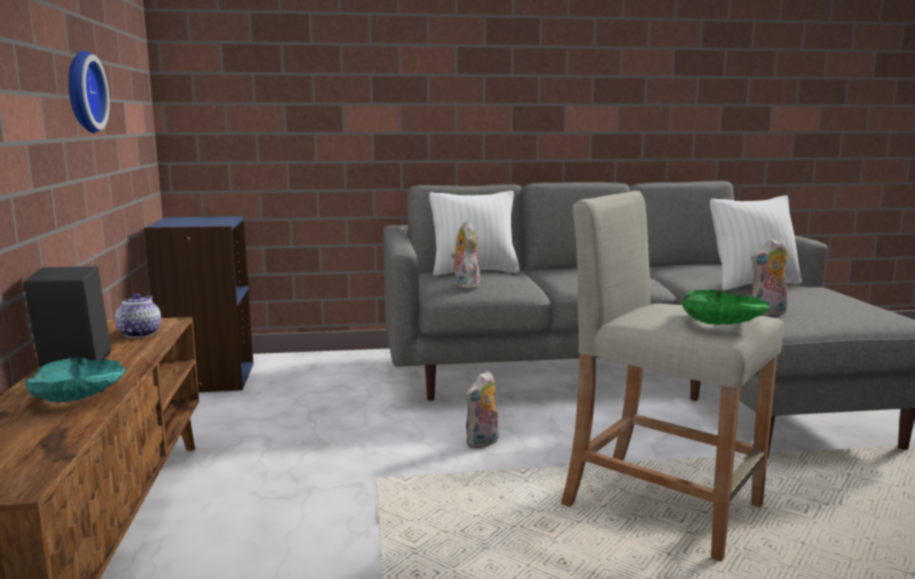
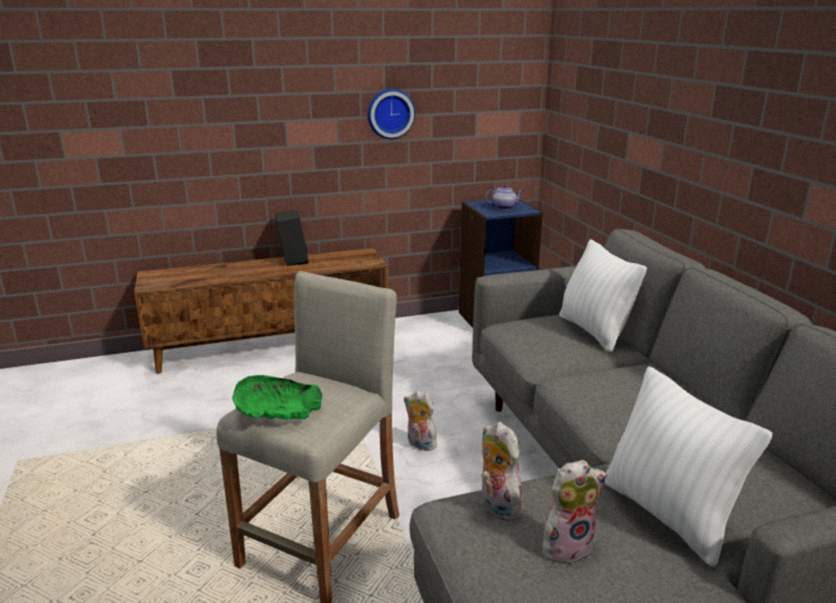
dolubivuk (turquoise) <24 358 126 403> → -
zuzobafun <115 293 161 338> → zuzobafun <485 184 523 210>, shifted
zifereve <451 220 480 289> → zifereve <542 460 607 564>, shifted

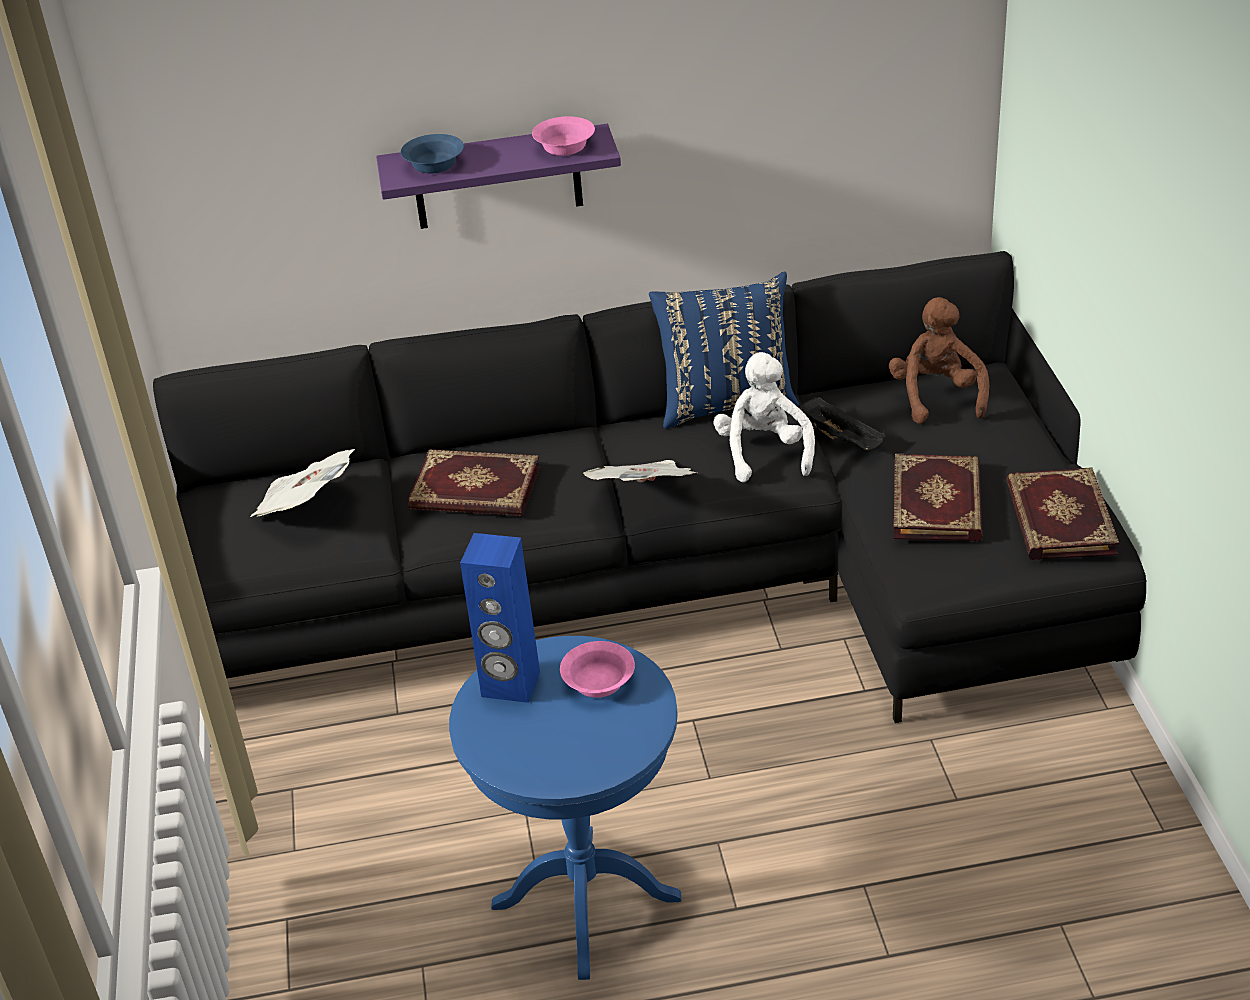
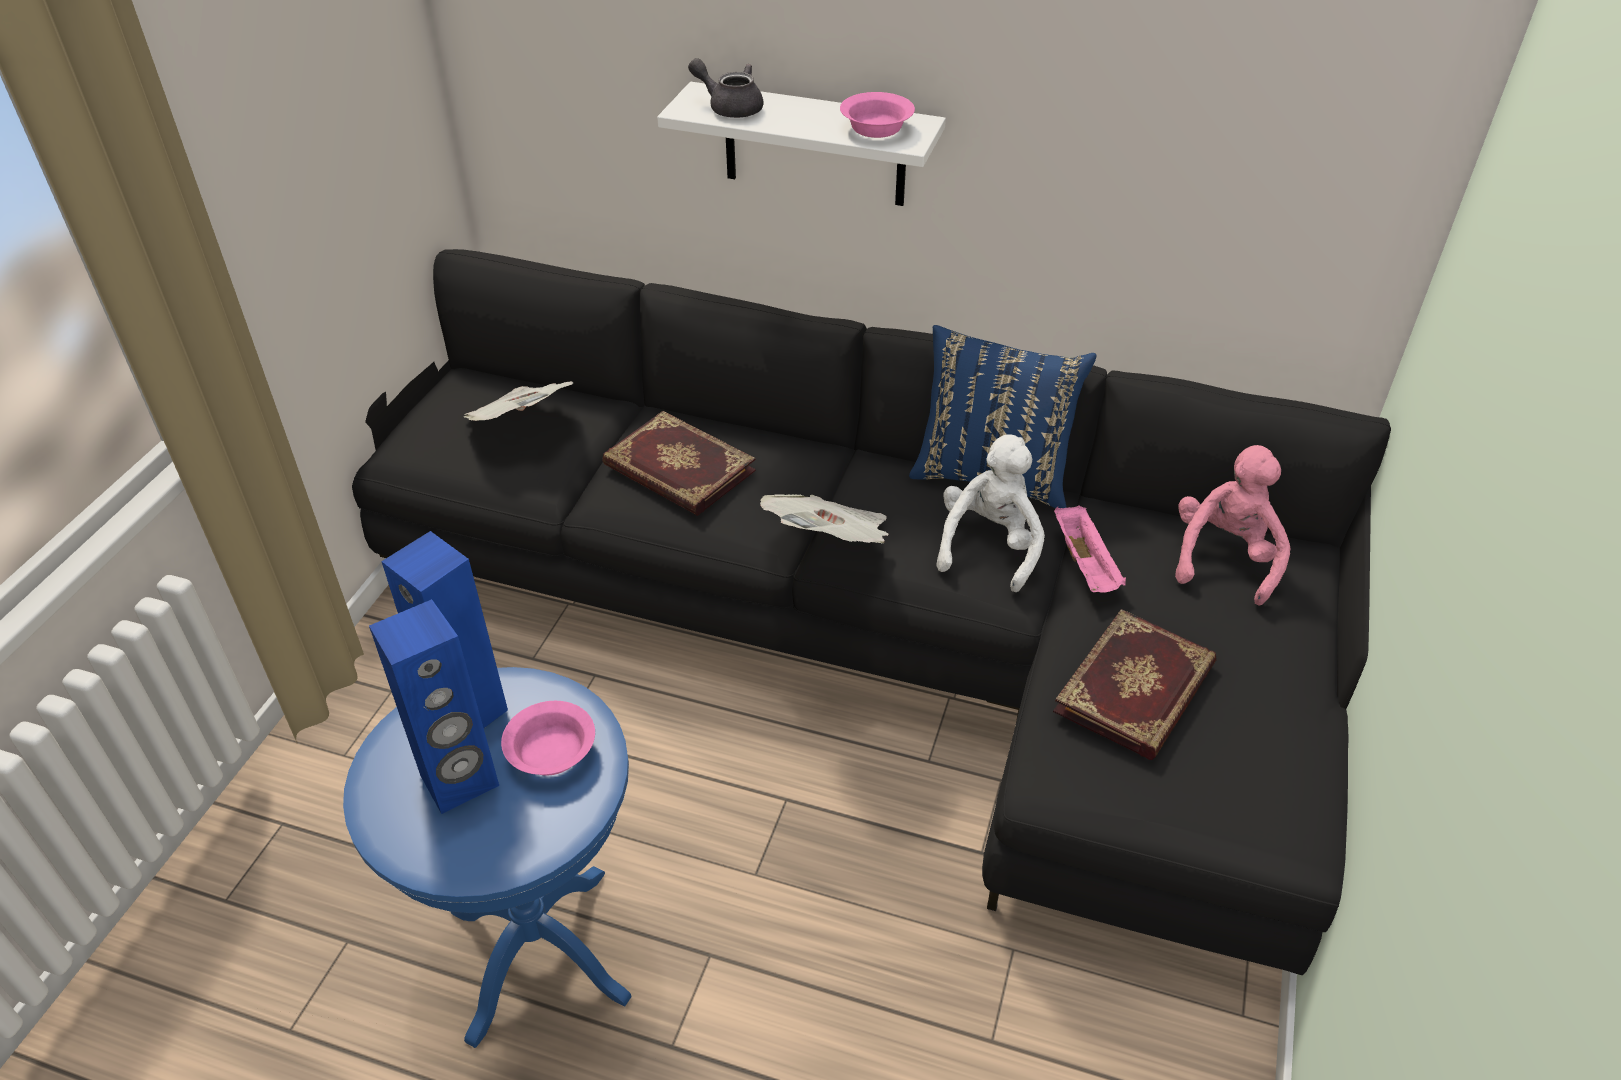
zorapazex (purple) <376 124 621 229> → zorapazex (white) <657 82 946 206>
dolubivuk (blue) <401 134 464 173> → zuzobafun (grey) <688 58 763 118>
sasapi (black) <798 396 886 451> → sasapi (pink) <1054 505 1126 593>
zifereve (brown) <889 297 989 424> → zifereve (pink) <1175 445 1291 606>
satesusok <1006 467 1119 560> → -
- → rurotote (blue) <369 599 499 814>

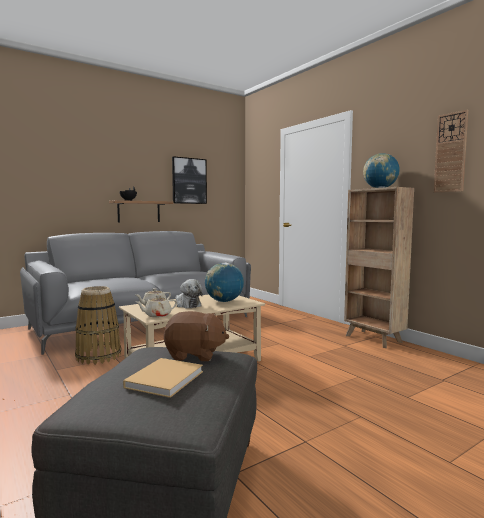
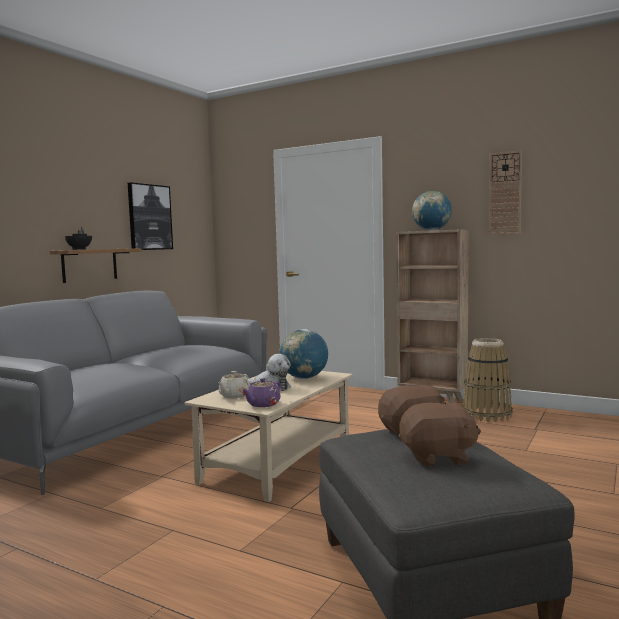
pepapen <75 286 121 365> → pepapen <463 338 513 422>, shifted
satesusok (beige) <123 358 203 398> → zifereve (brown) <399 403 481 466>
zuzobafun (beige) <136 295 177 317> → zuzobafun (purple) <242 378 281 407>

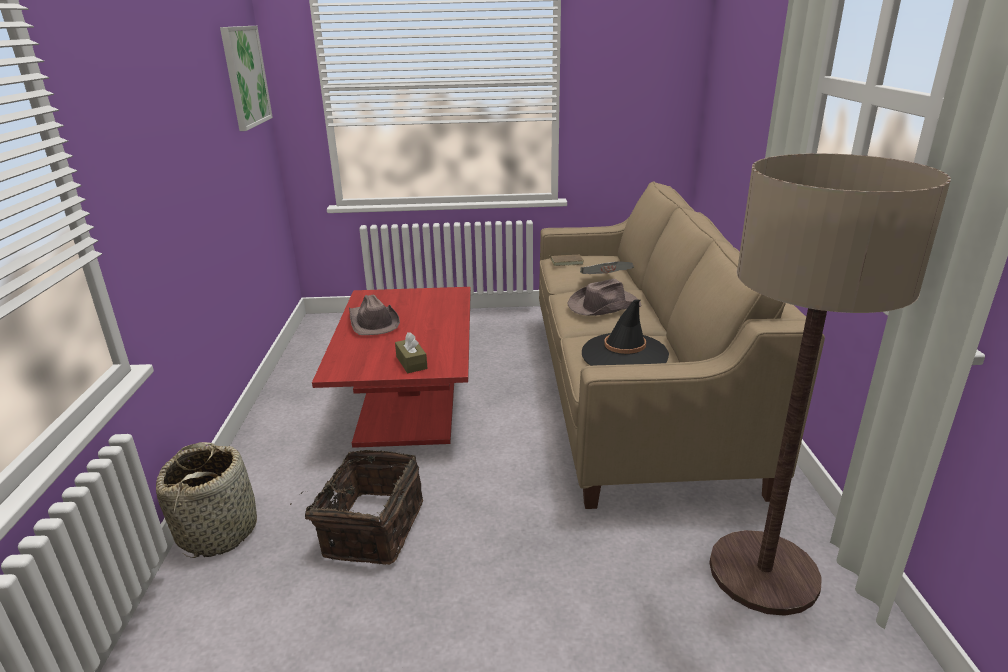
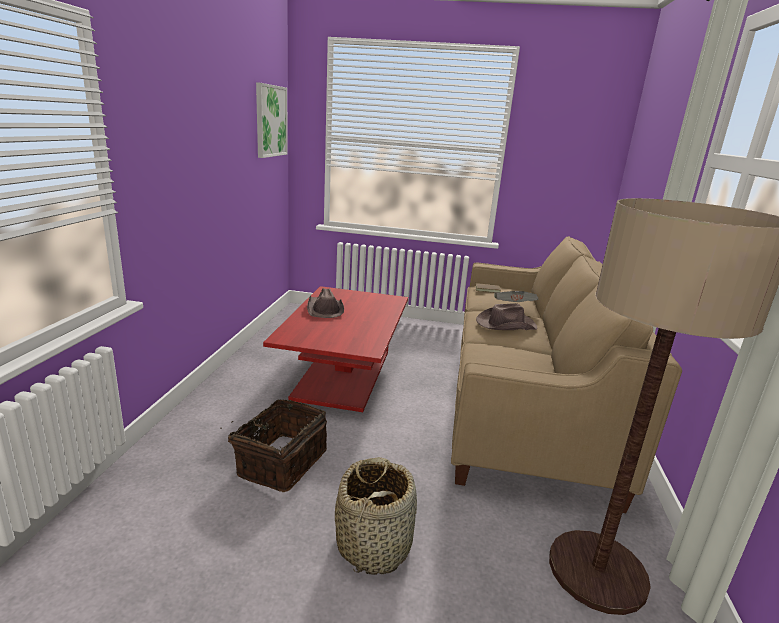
pepapen <156 442 257 558> → pepapen <335 457 417 575>, shifted
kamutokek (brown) <395 332 428 373> → -
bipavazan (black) <582 299 669 366> → -

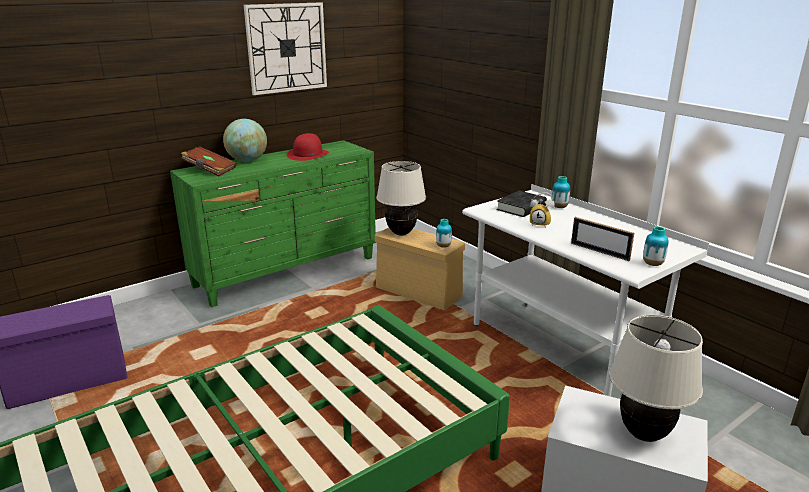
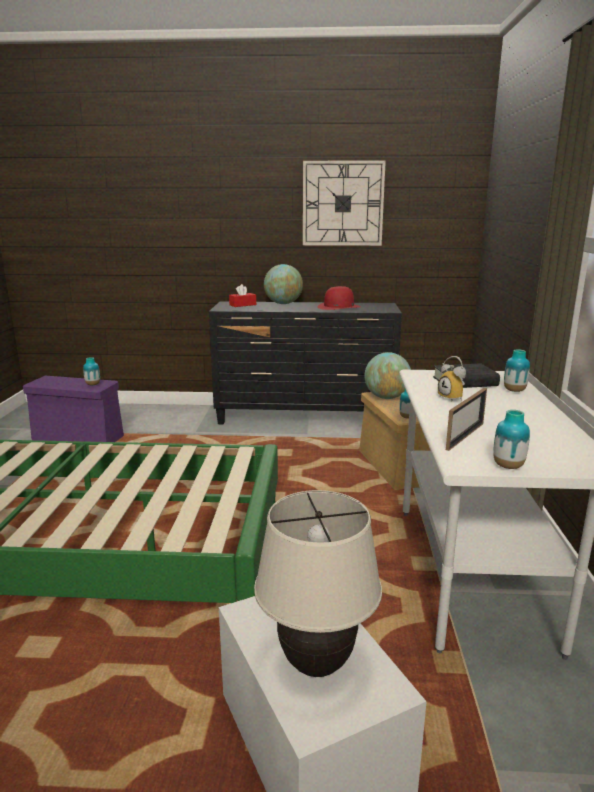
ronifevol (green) <170 140 376 307> → ronifevol (black) <209 301 402 424>
satesusok (brown) <181 146 237 177> → kamutokek (red) <229 284 256 307>
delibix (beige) <376 161 426 235> → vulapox <364 352 411 399>
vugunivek <571 217 634 261> → vugunivek <446 388 487 451>, 135 degrees counterclockwise
- → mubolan <83 357 100 385>

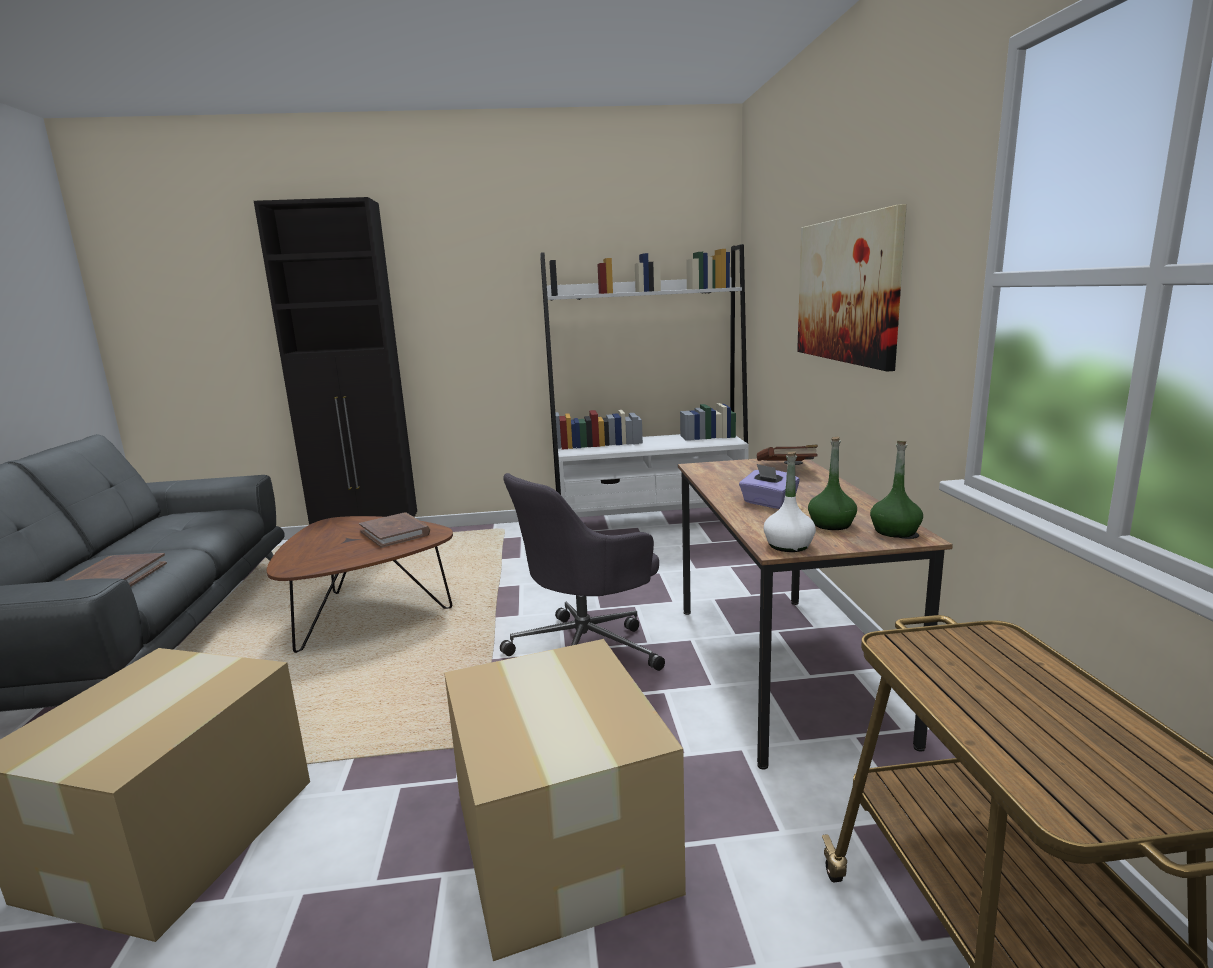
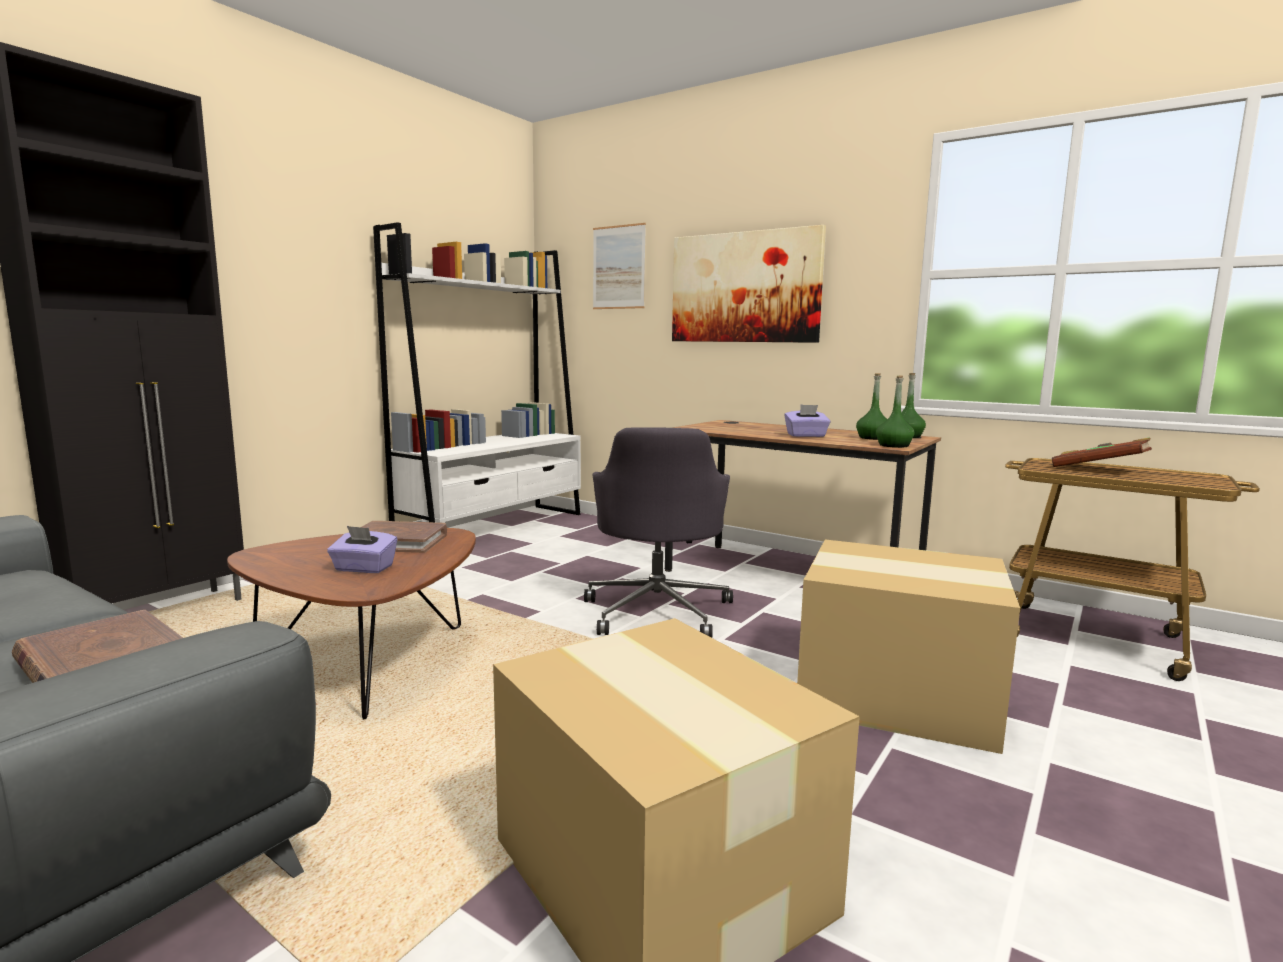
satesusok (brown) <757 445 818 461> → satesusok (brown) <1052 437 1152 467>, shifted
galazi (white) <764 451 816 552> → galazi (green) <876 375 915 448>
- → kamutokek (purple) <327 526 397 573>
- → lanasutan <593 223 646 309>

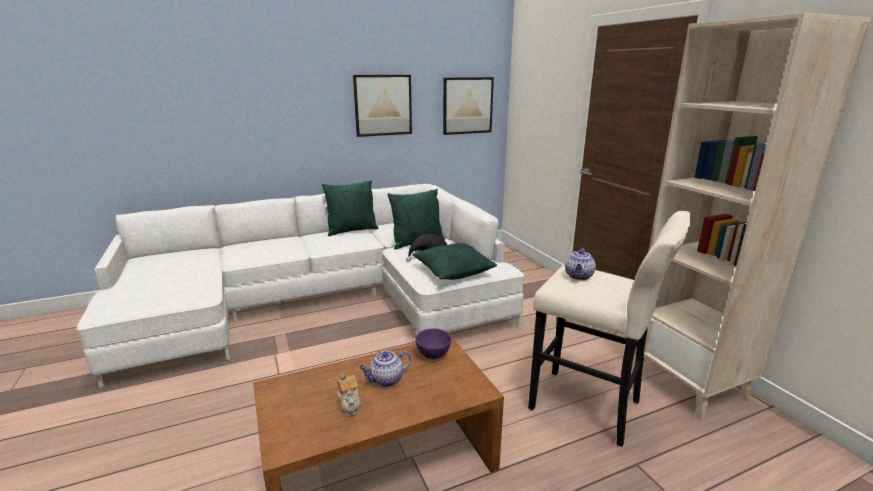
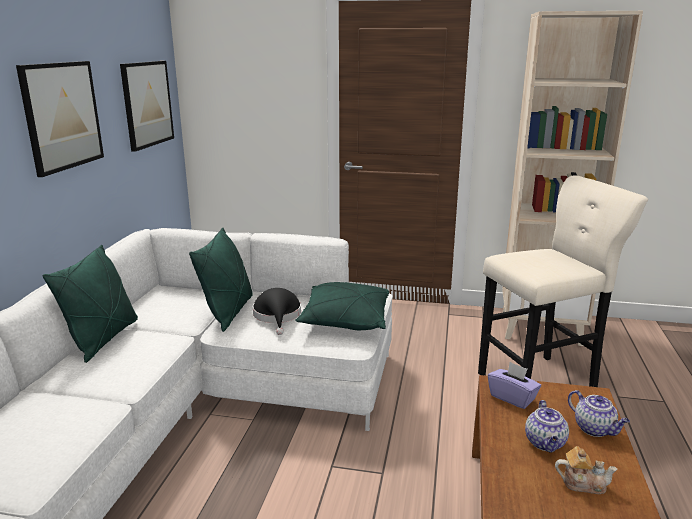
dolubivuk (purple) <415 328 452 359> → kamutokek (purple) <488 362 541 409>
zuzobafun <565 248 596 280> → zuzobafun <568 390 630 437>, shifted

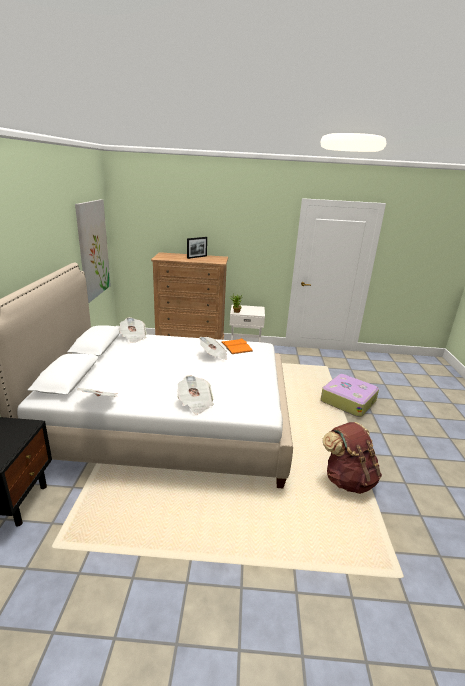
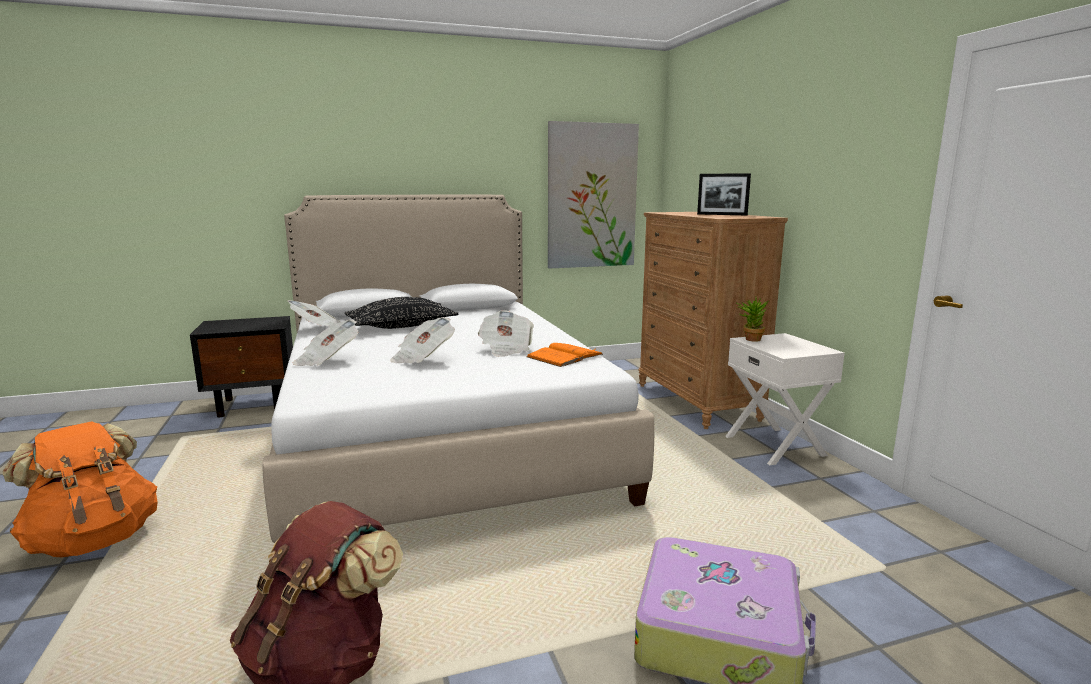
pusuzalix <119 317 146 343> → pusuzalix <390 317 455 363>, shifted
- → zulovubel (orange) <3 421 158 557>
- → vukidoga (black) <345 297 459 329>

